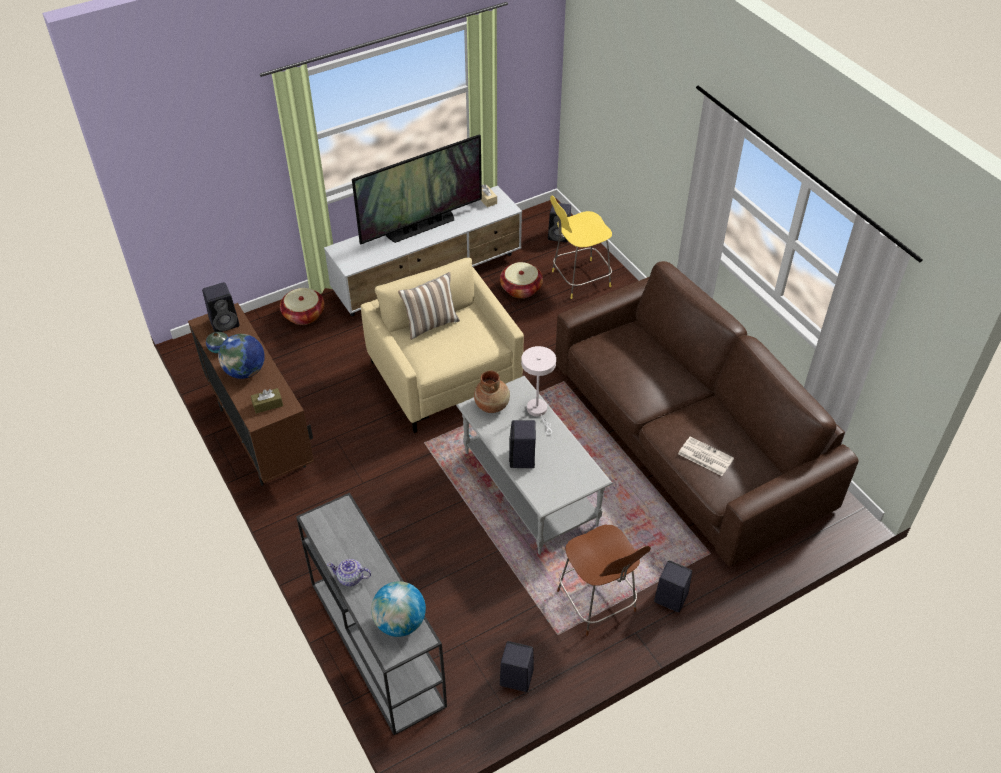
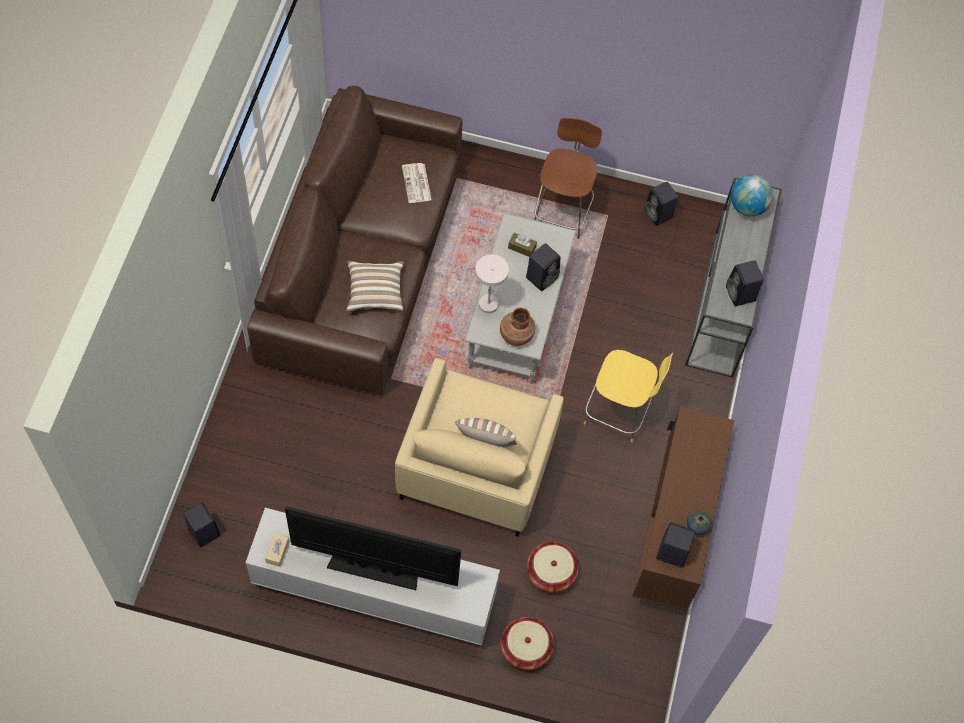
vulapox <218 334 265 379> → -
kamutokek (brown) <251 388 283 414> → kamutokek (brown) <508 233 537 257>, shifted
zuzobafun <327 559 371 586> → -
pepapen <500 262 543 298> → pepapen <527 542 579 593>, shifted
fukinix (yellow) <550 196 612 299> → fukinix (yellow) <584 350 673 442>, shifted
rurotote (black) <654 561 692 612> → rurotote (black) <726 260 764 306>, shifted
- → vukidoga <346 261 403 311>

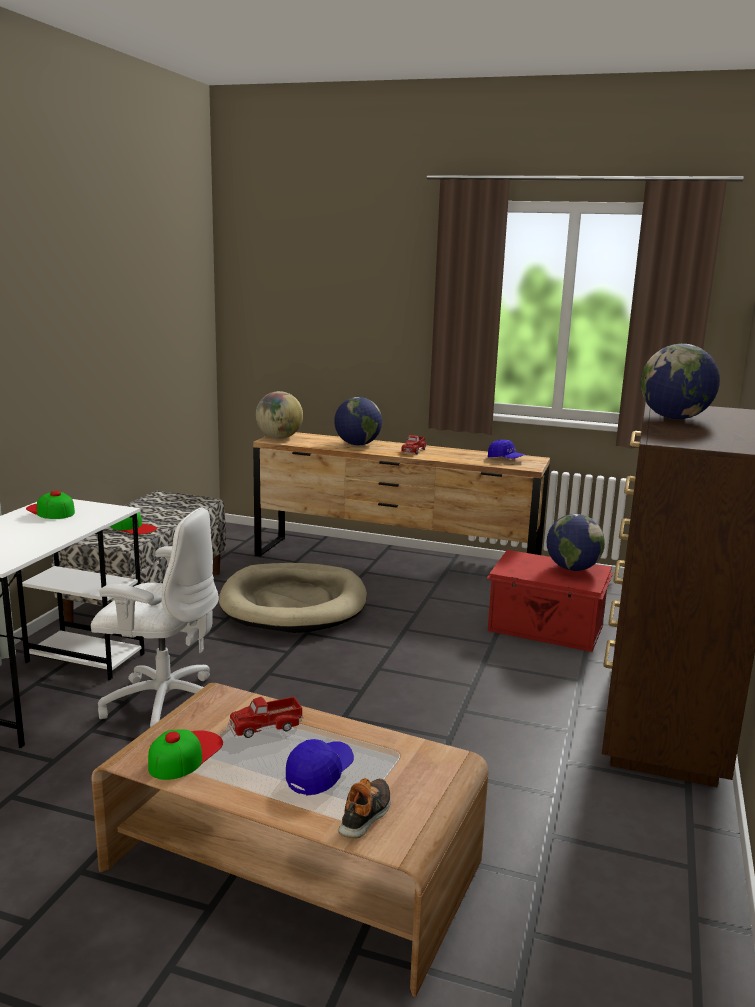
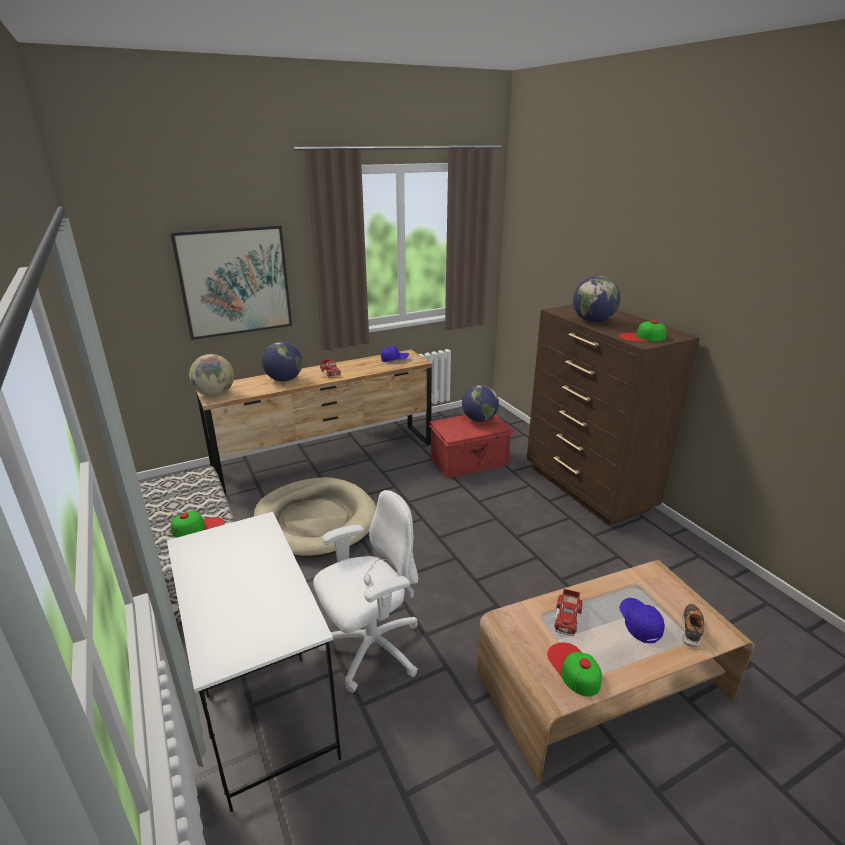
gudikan <26 491 75 519> → gudikan <619 320 666 341>, shifted
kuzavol <338 778 391 838> → kuzavol <682 604 704 647>, 45 degrees clockwise
- → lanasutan <170 225 292 340>

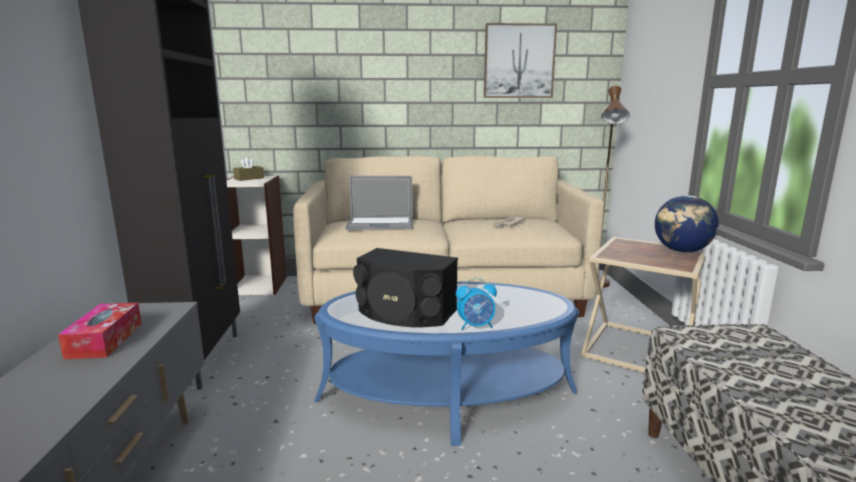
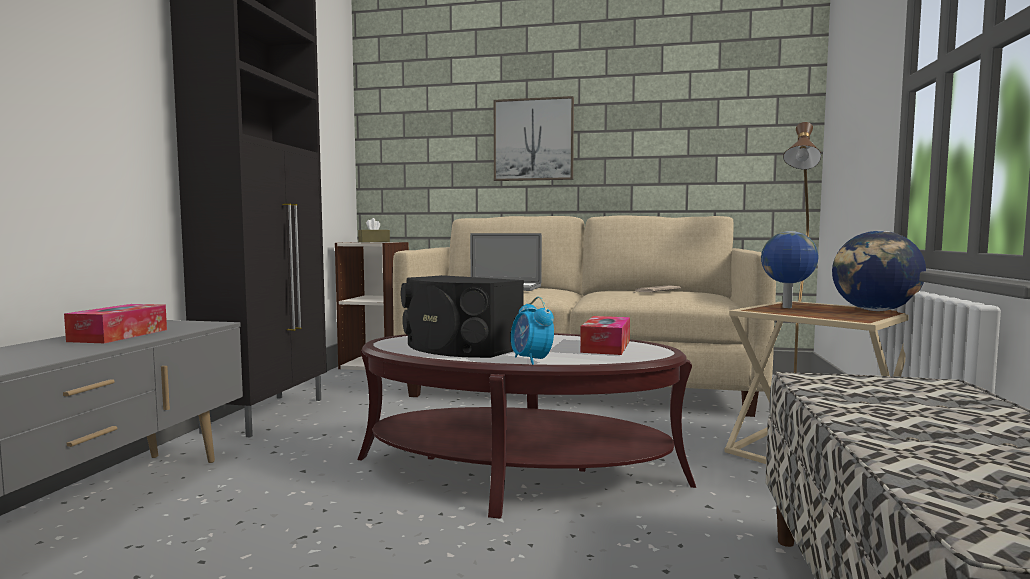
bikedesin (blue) <314 281 579 446> → bikedesin (brown) <357 333 696 519>
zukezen <456 278 497 330> → zukezen <511 297 554 365>, 60 degrees clockwise
lanasutan <484 23 557 98> → lanasutan <494 96 574 181>, shifted
- → kamutokek <580 316 630 355>
- → vulapox <761 231 818 308>

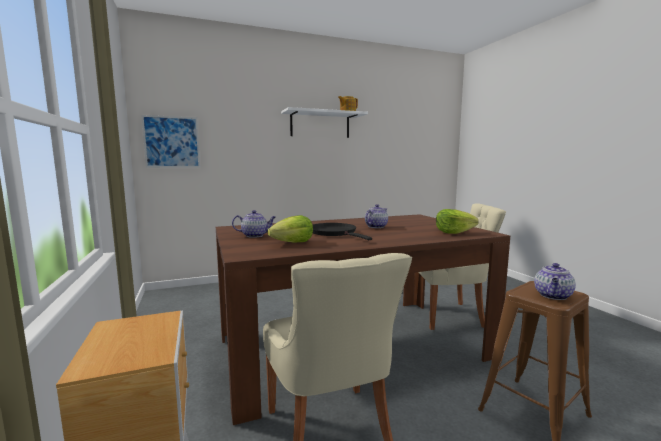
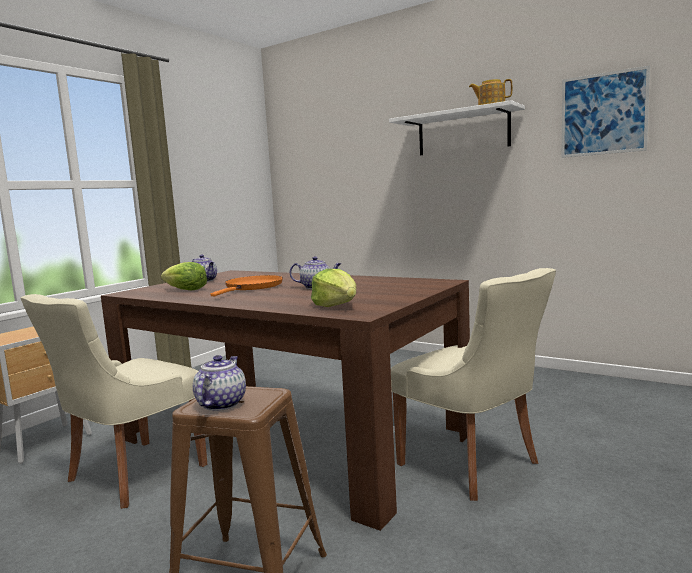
lanasutan <141 115 200 168> → lanasutan <562 65 650 158>, shifted
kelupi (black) <313 223 372 240> → kelupi (orange) <210 275 283 296>
zuzobafun <534 263 576 300> → zuzobafun <193 355 246 411>, 105 degrees clockwise

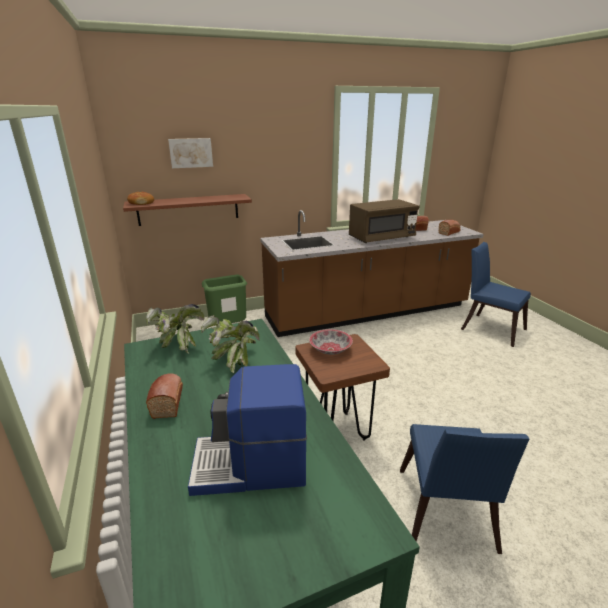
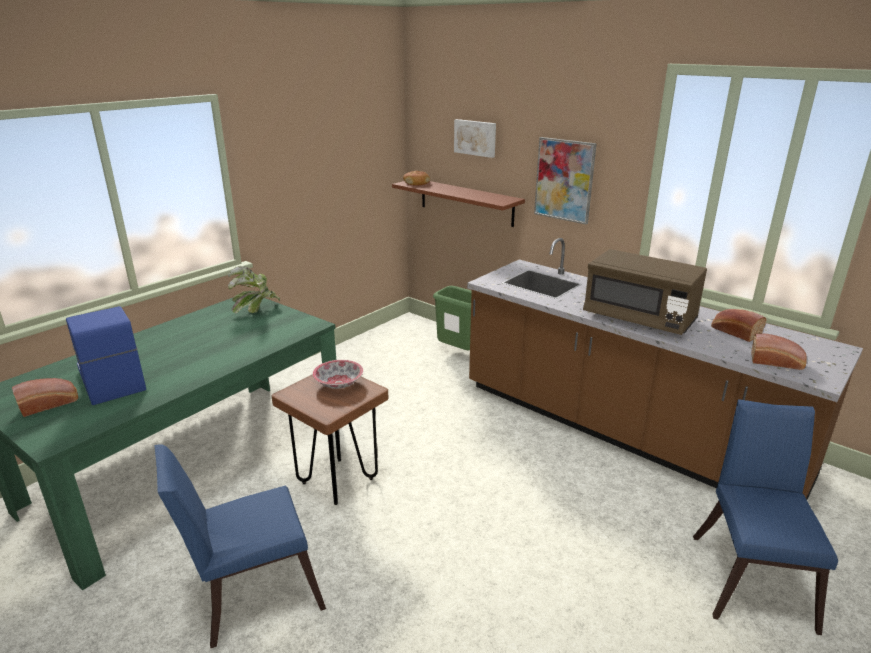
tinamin <146 373 183 419> → tinamin <12 378 78 417>, shifted
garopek <201 315 260 373> → -
- → lanasutan <534 137 597 225>

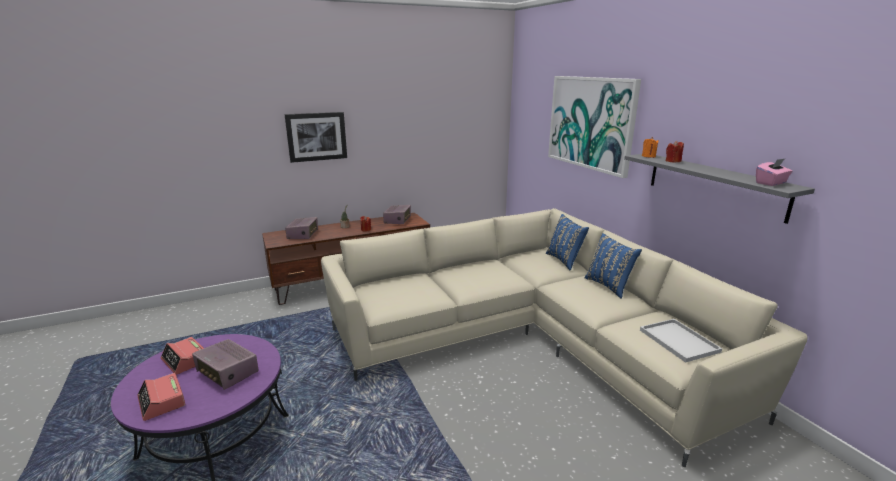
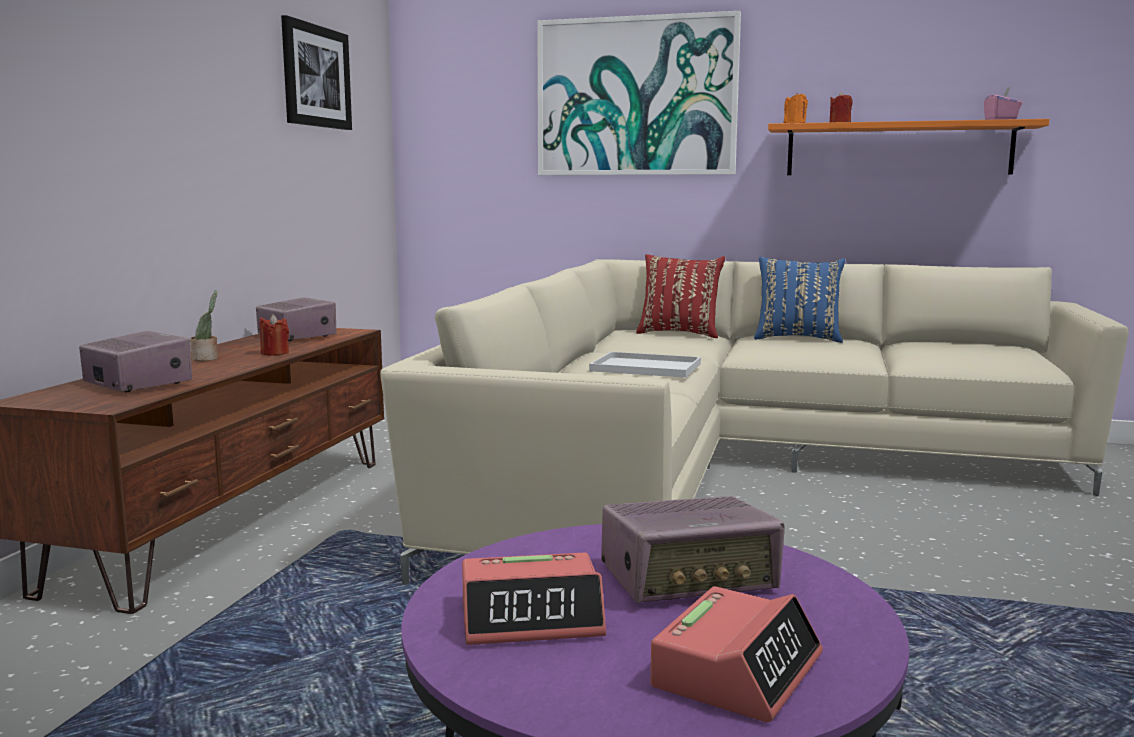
zukezen <137 373 186 421> → zukezen <650 586 823 722>, 60 degrees counterclockwise
lanasutan <285 112 347 163> → lanasutan <281 15 352 130>, shifted
vukidoga (blue) <546 214 589 271> → vukidoga (red) <636 254 725 338>
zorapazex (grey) <624 154 815 224> → zorapazex (orange) <768 119 1050 175>
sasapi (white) <640 319 722 363> → sasapi (white) <589 352 701 378>, shifted

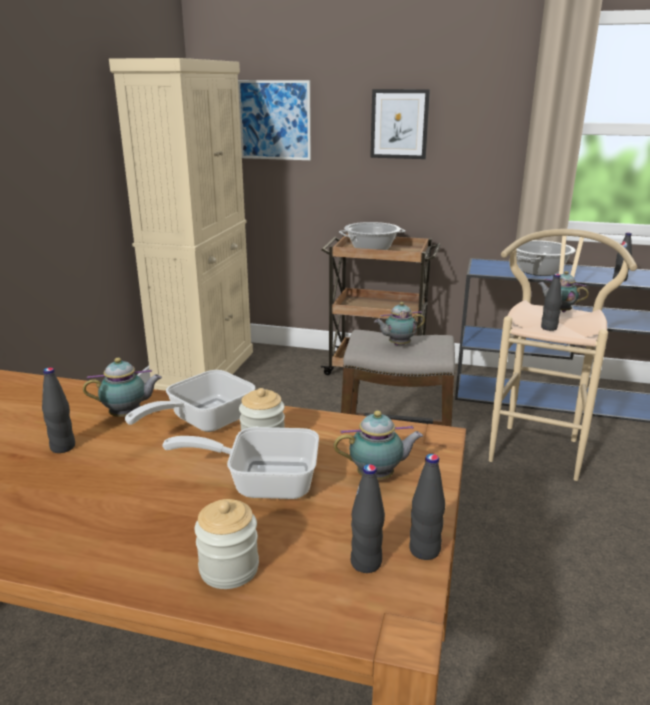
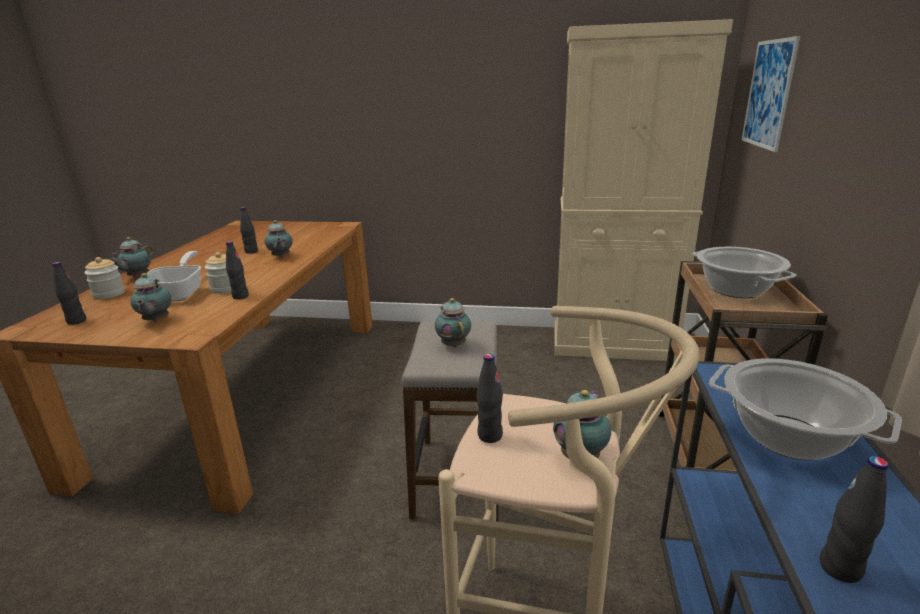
kelupi <125 370 255 432> → -
lanasutan <370 89 430 159> → -
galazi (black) <409 454 445 560> → galazi (black) <226 241 249 299>, shifted
- → zuzobafun <109 237 154 278>

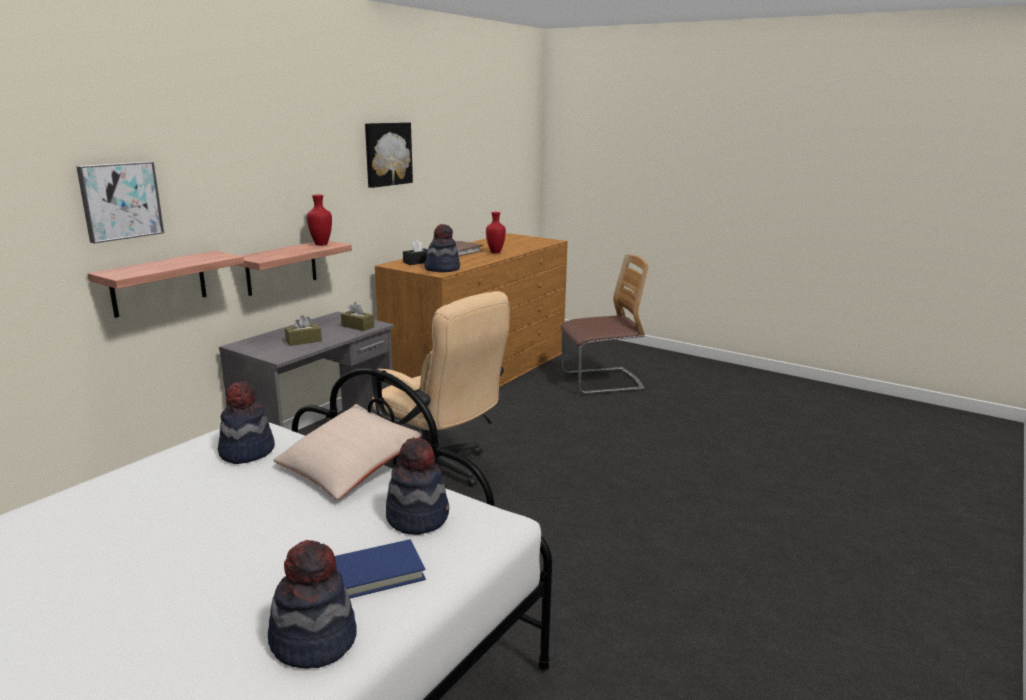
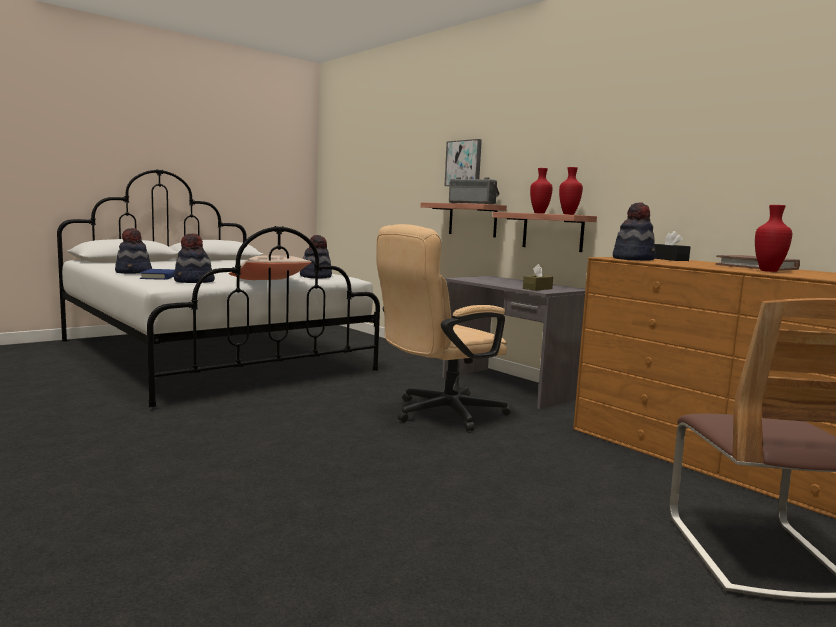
kamutokek (brown) <285 315 322 346> → -
lanasutan <365 122 413 188> → -
- → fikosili <449 177 500 205>
- → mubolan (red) <530 168 553 214>

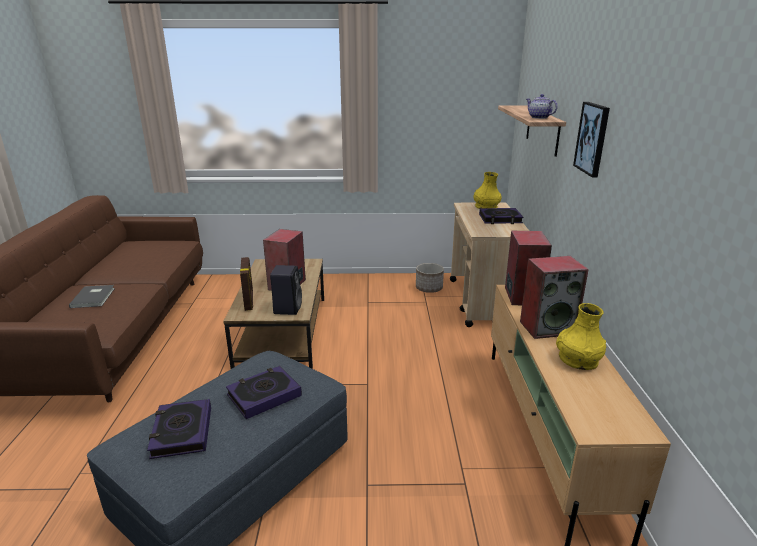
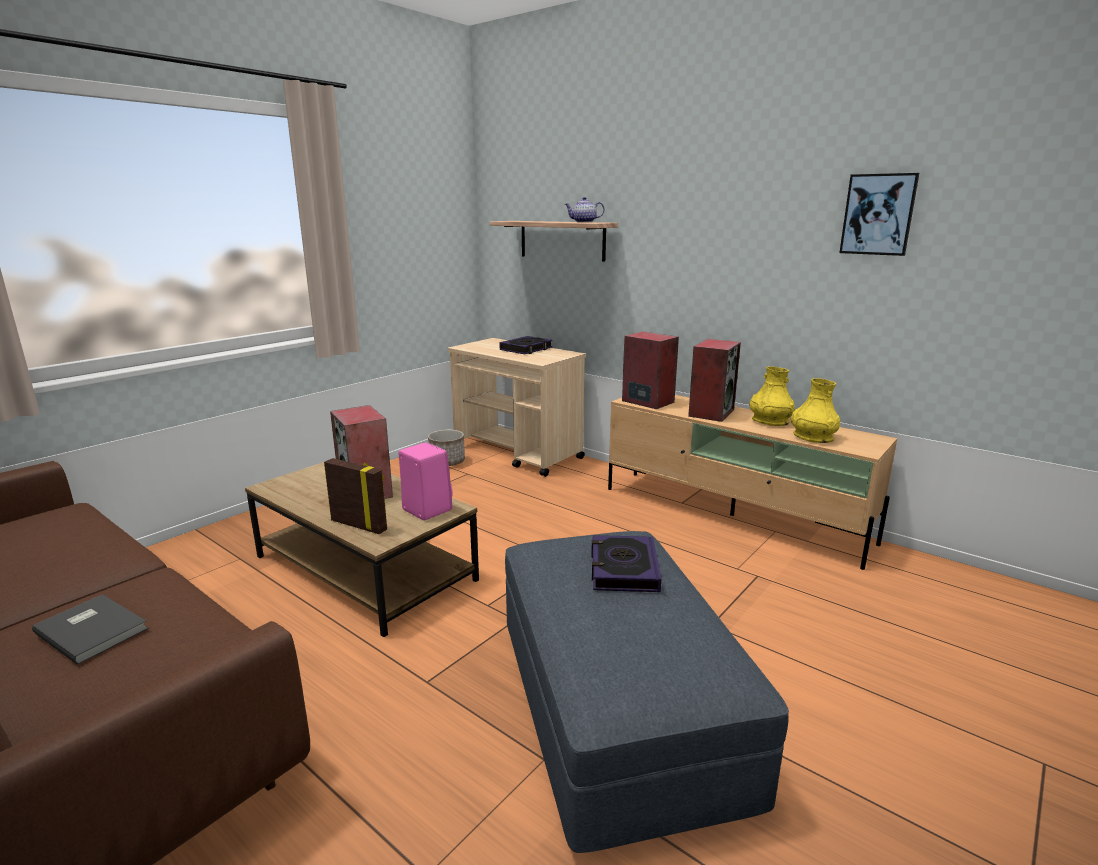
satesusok <147 399 211 459> → -
rurotote (black) <270 265 302 315> → rurotote (pink) <399 442 453 520>
mubolan (yellow) <473 172 501 209> → mubolan (yellow) <791 378 840 443>, shifted
lanasutan <573 102 610 178> → lanasutan <839 173 919 256>, shifted

